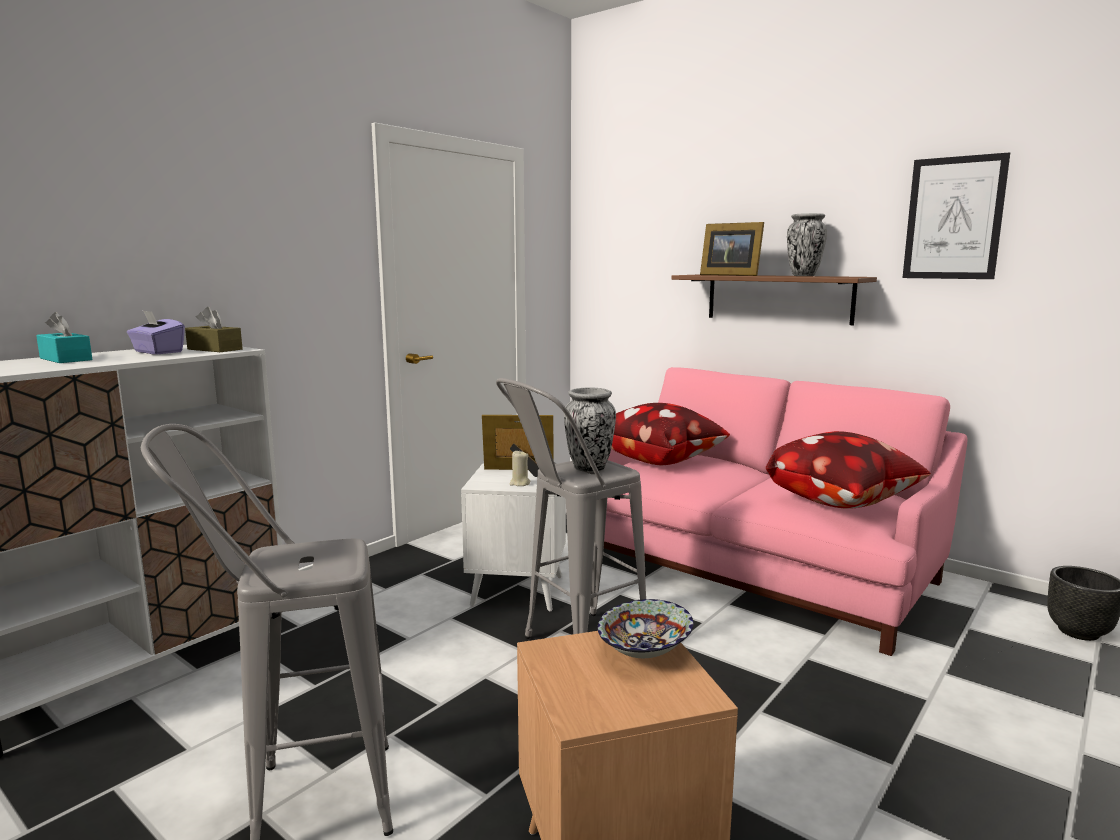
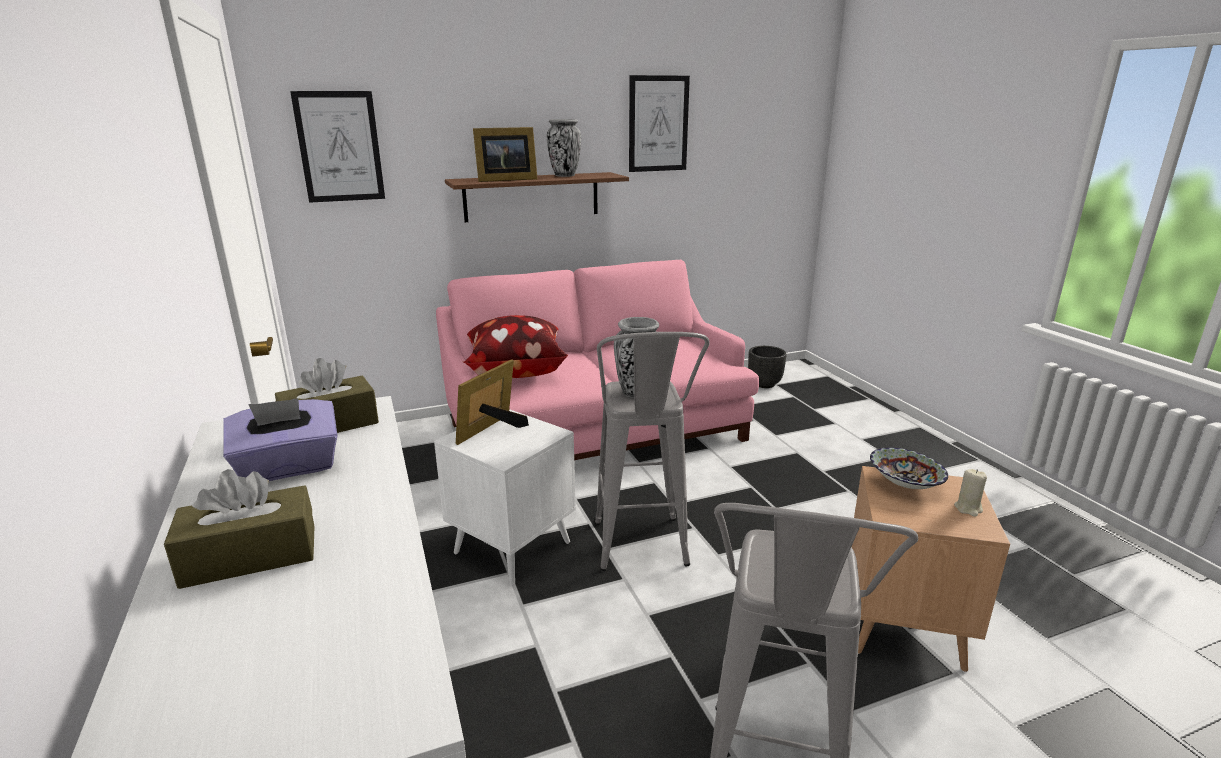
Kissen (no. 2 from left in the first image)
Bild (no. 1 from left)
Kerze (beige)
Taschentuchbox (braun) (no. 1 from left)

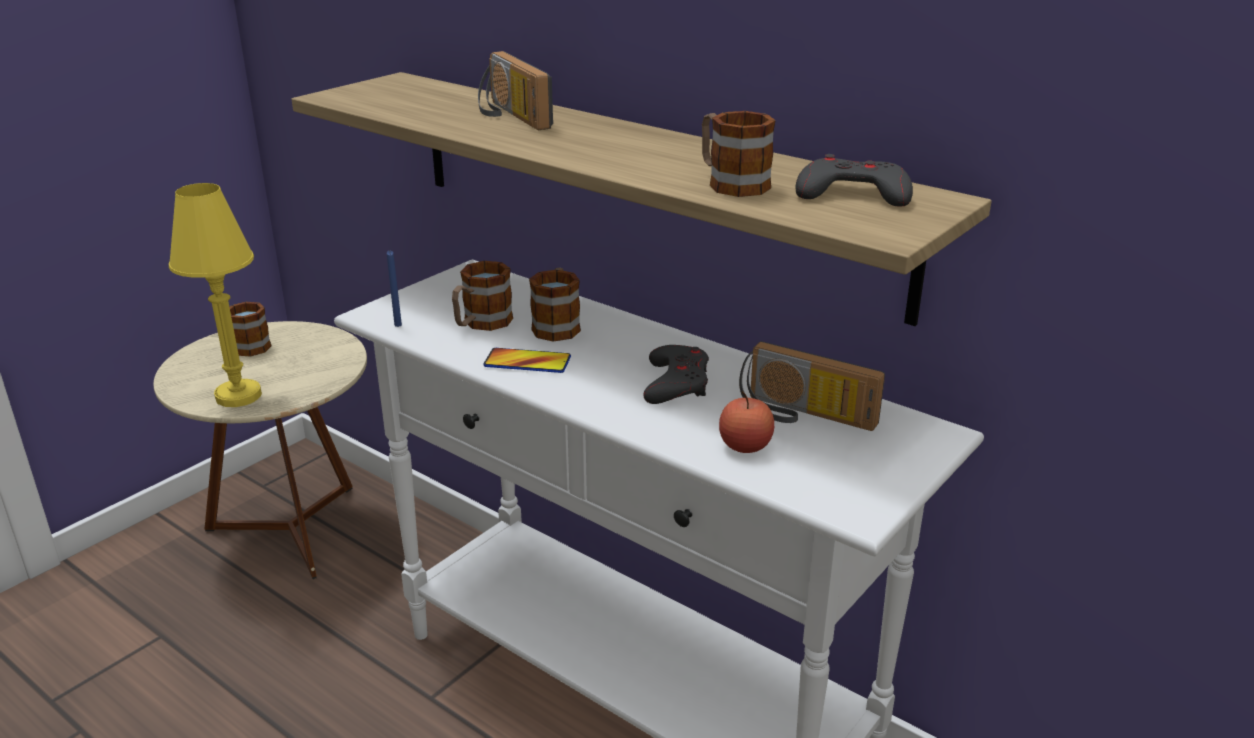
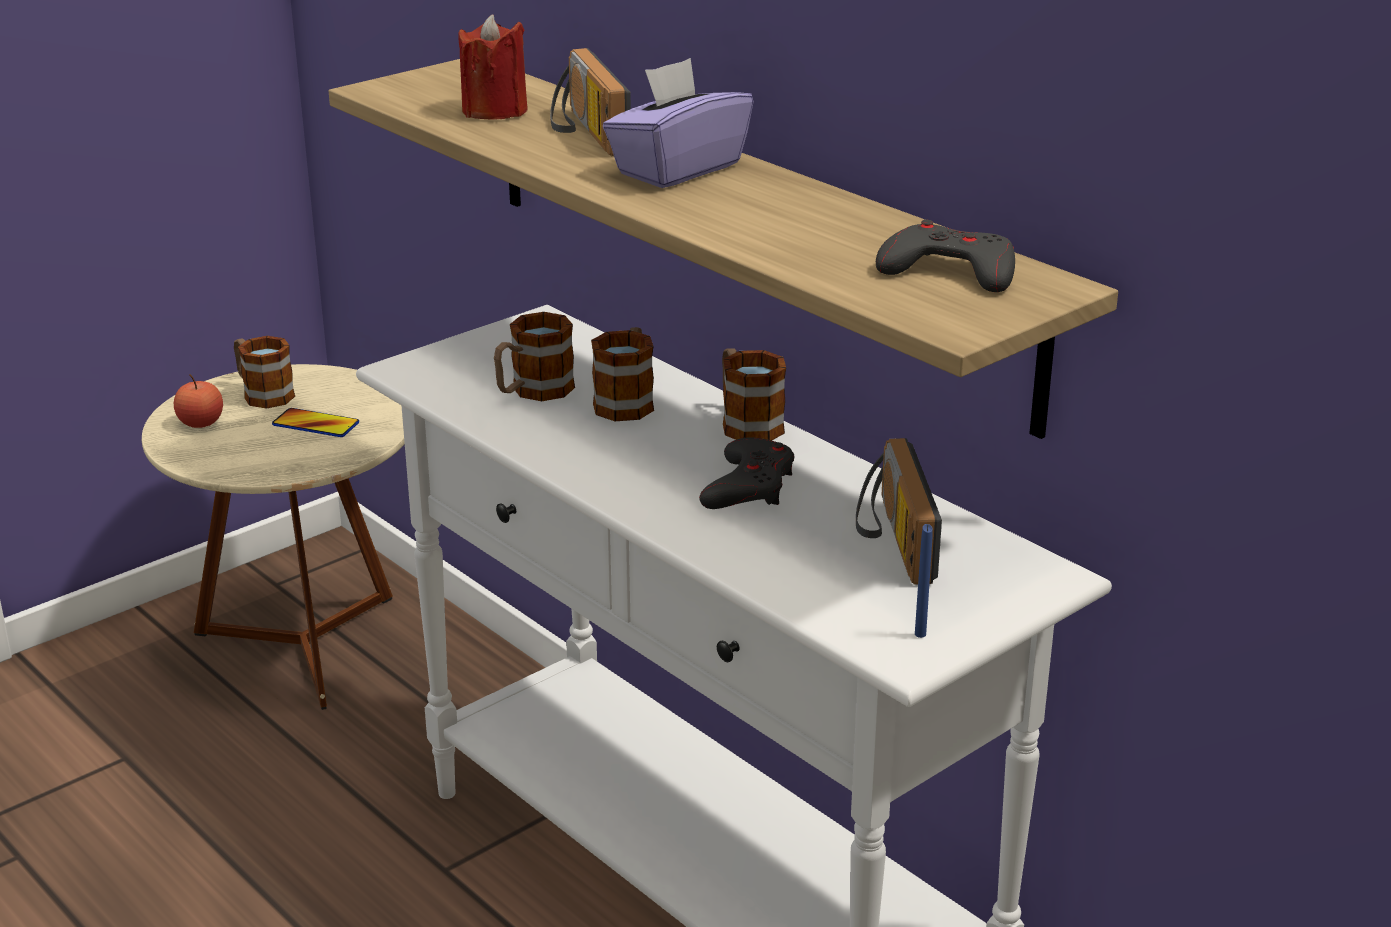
Tischlampe (gelb)
Kerze (rot)
Taschentuchbox (lila)
Kerze (blau)
Handy
Henkelbecher (no. 4 from left)
Apfel
Radio (no. 2 from left)

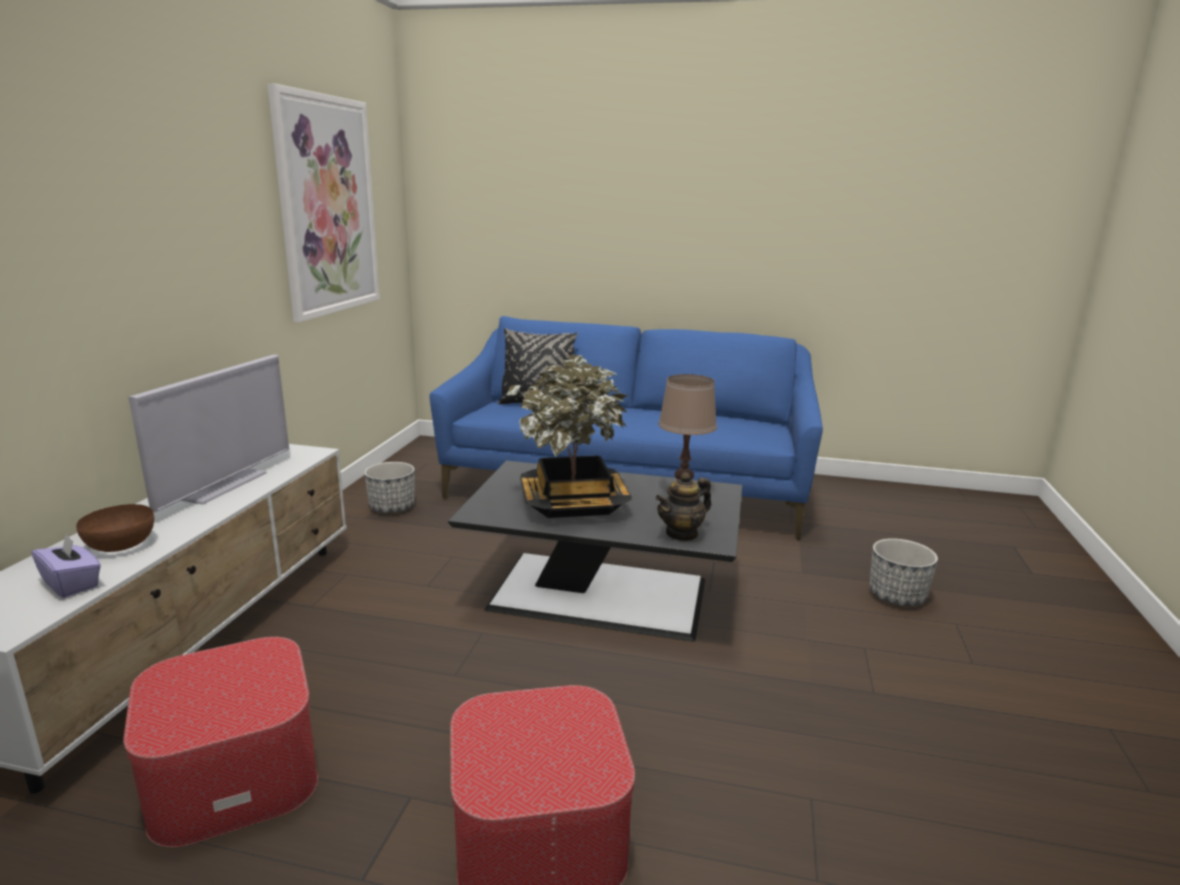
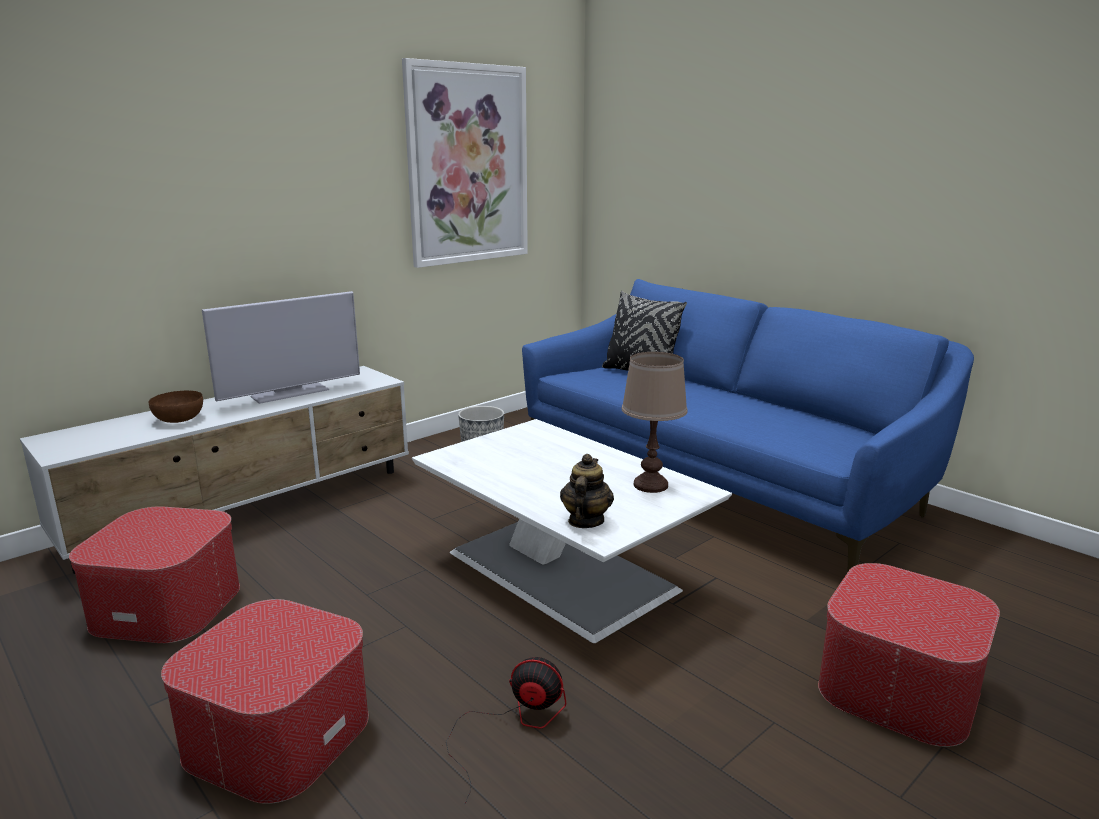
Taschentuchbox (lila)
Topfpflanze
Ventilator
Polsterhocker (no. 3 from left)
Couchtisch (weiß)
Teekanne

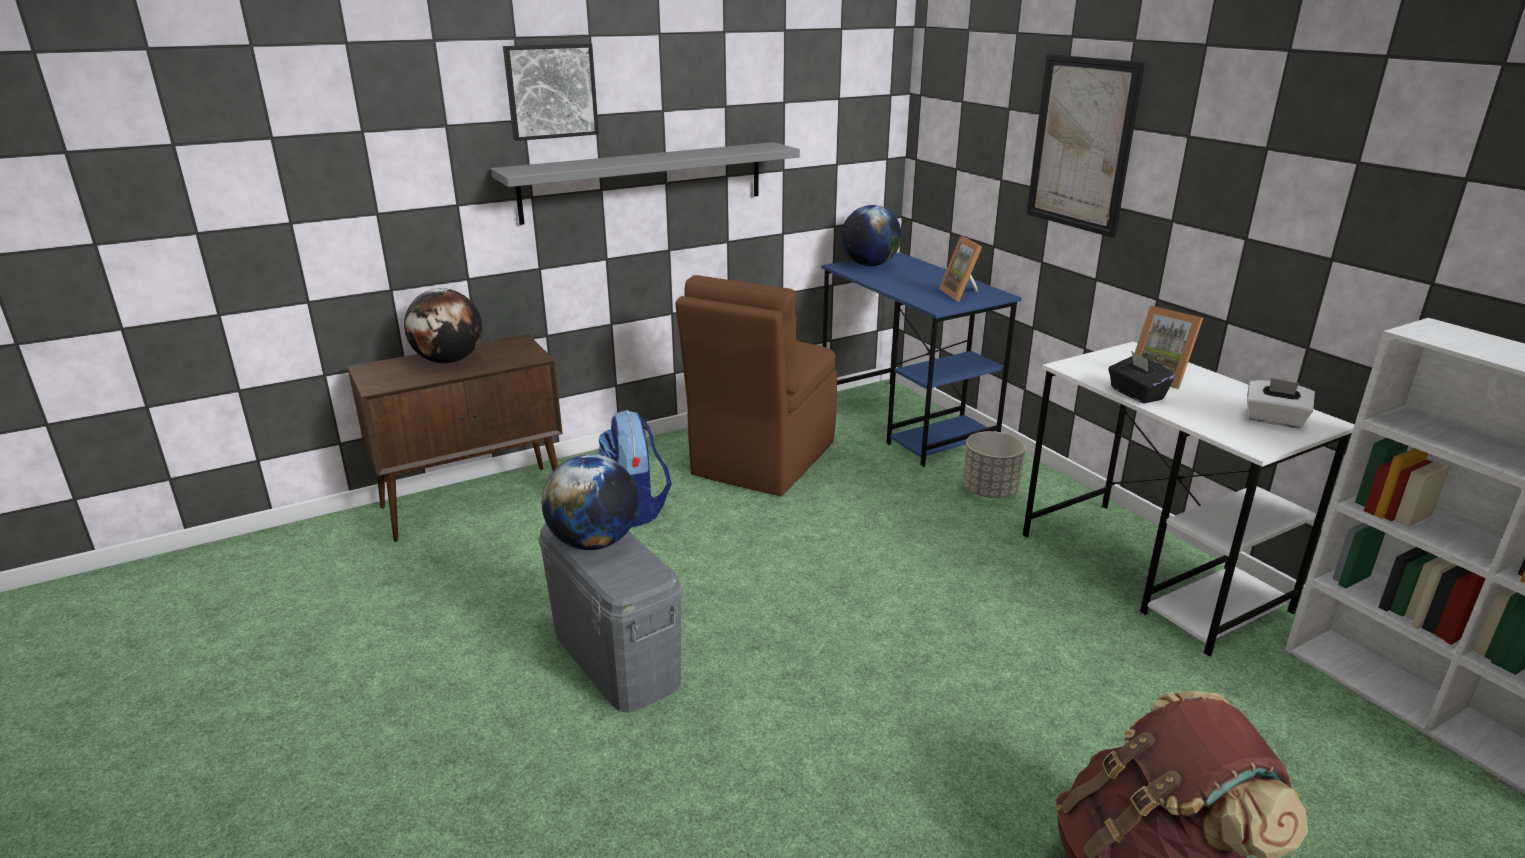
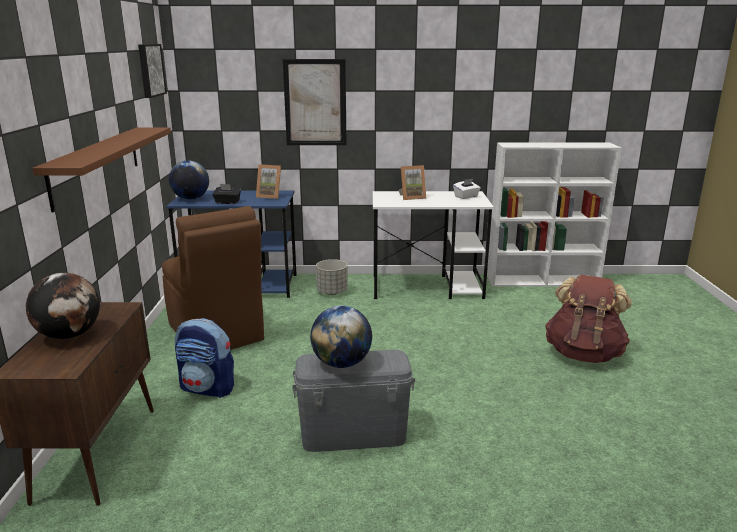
Bild (no. 1 from left)
Taschentuchbox (schwarz)
Wandregal (braun)

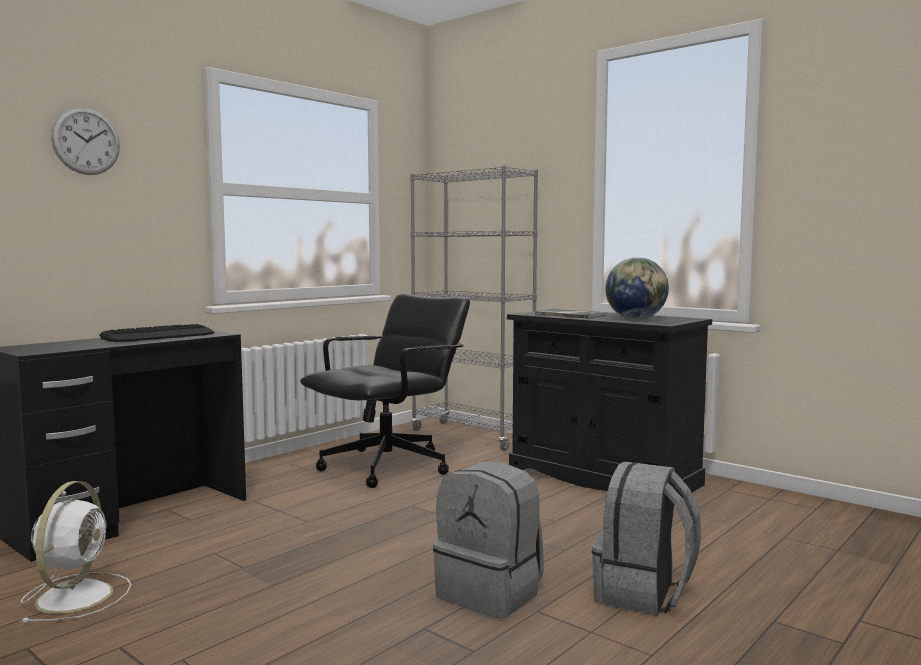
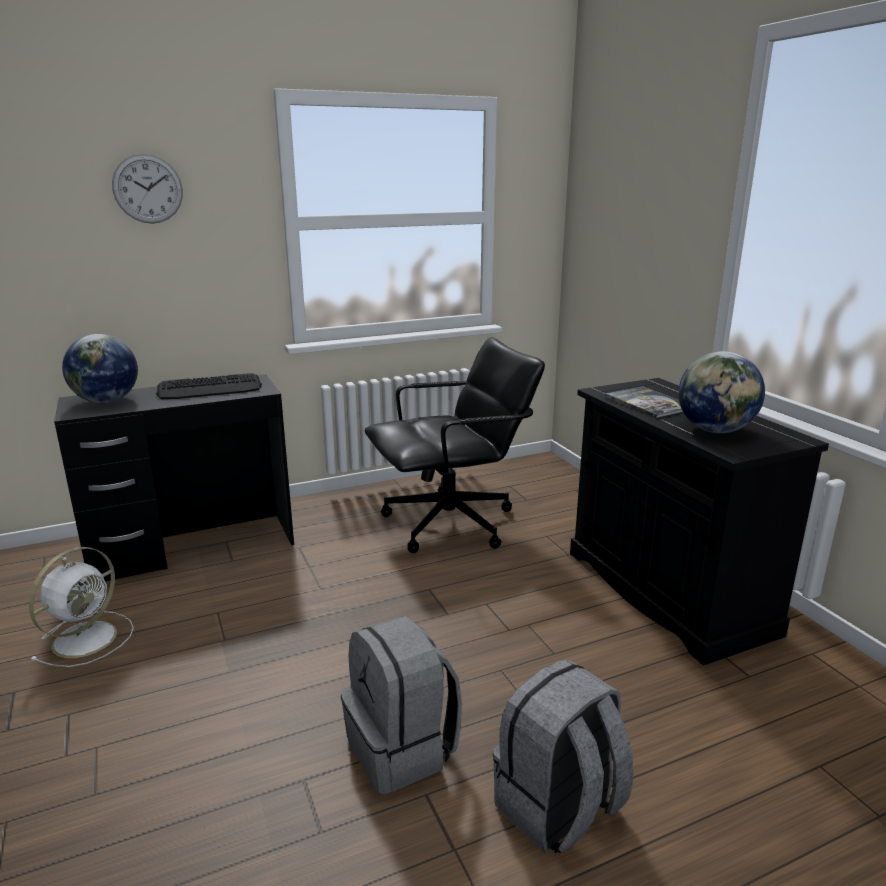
Bücherregal (grau)
Globus (no. 1 from left)

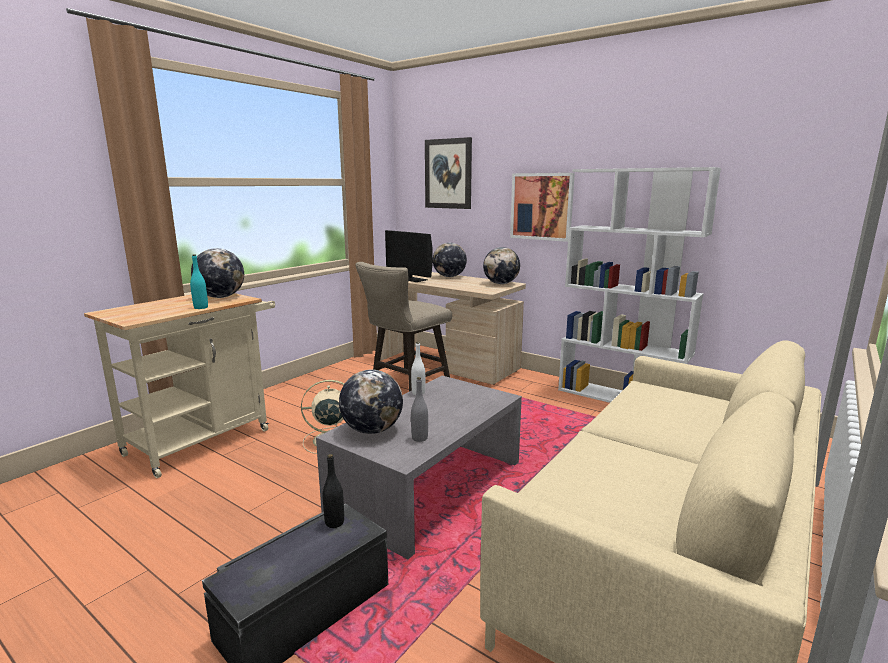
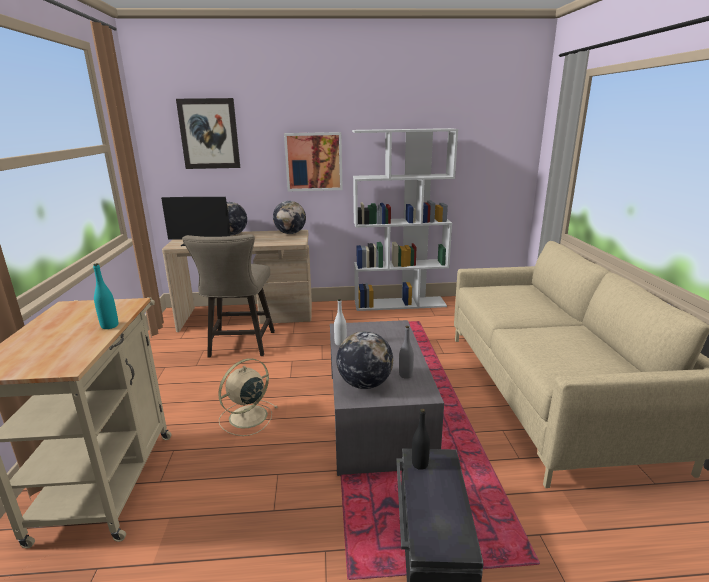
Globus (no. 1 from left in the first image)

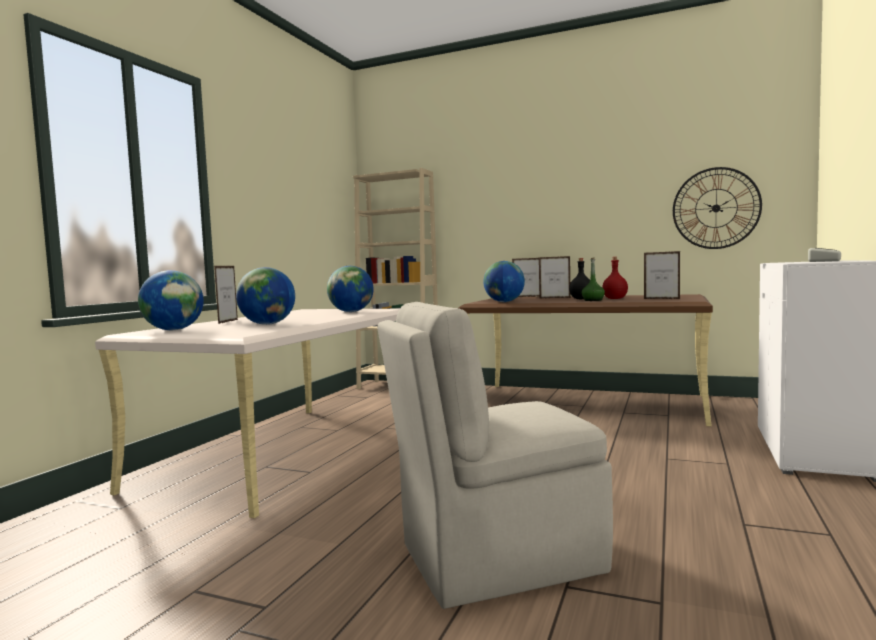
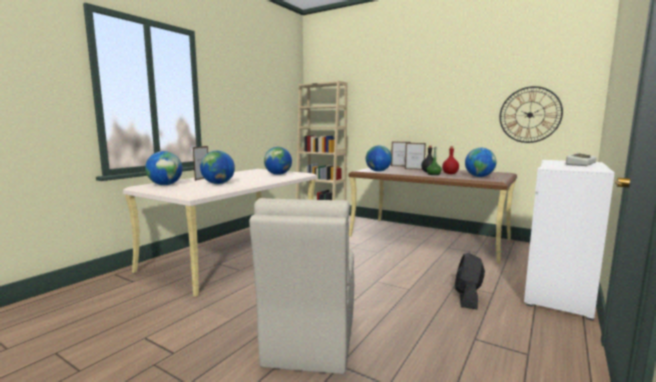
Ventilator (schwarz)
Globus (no. 5 from left)
Stuhl (beige)

